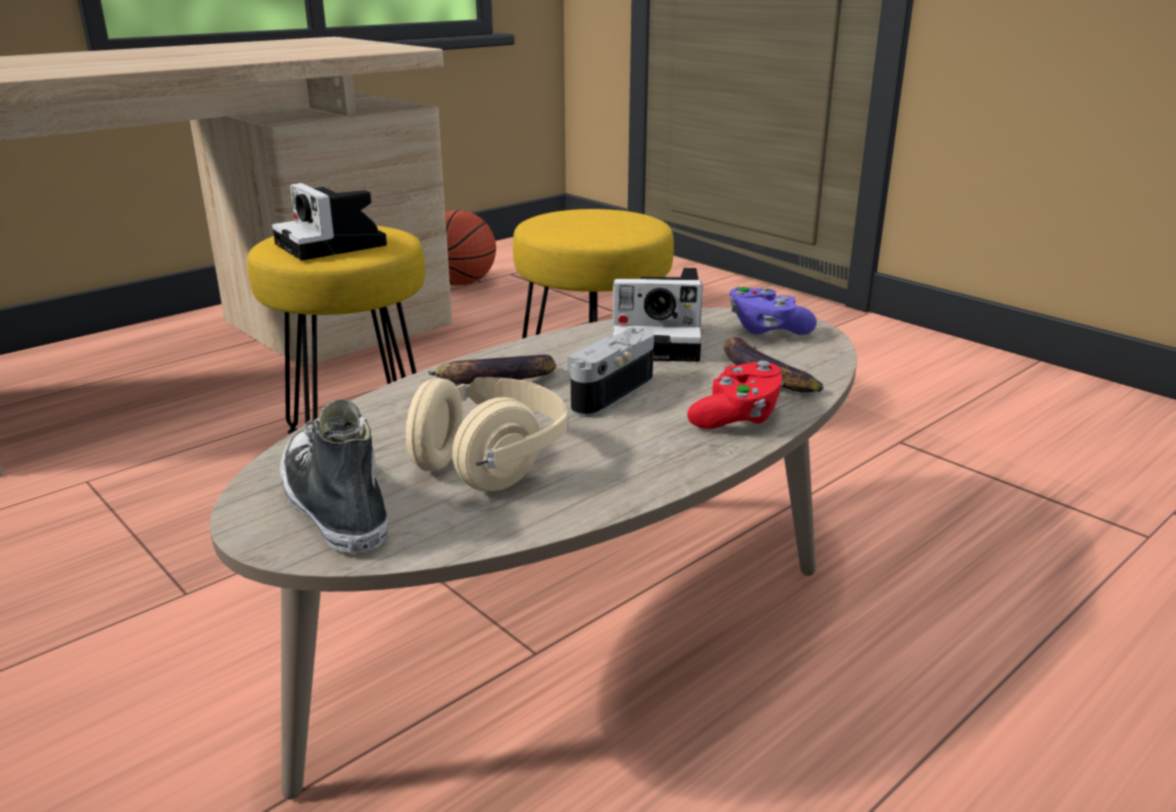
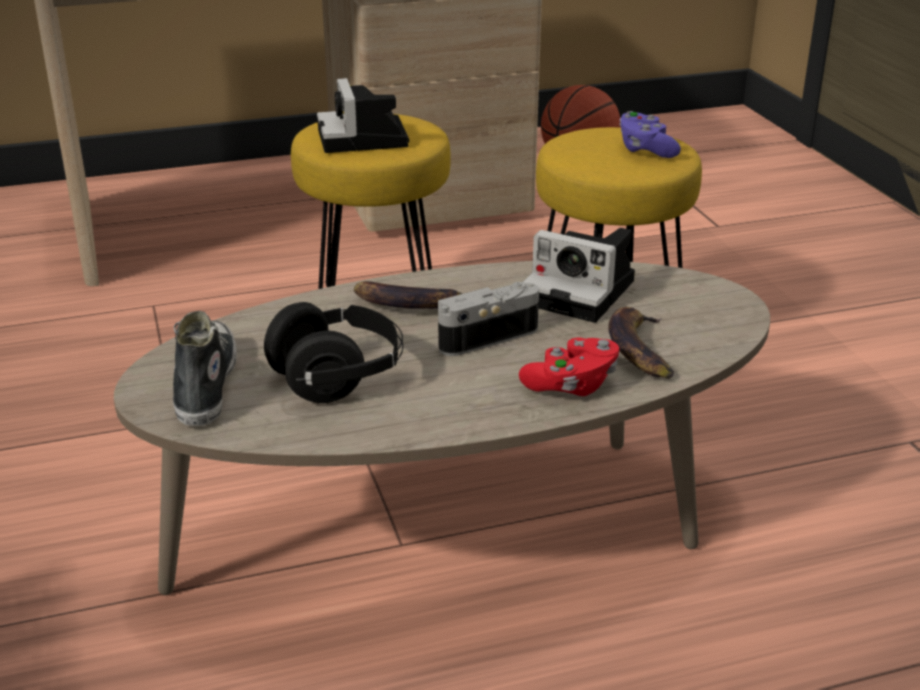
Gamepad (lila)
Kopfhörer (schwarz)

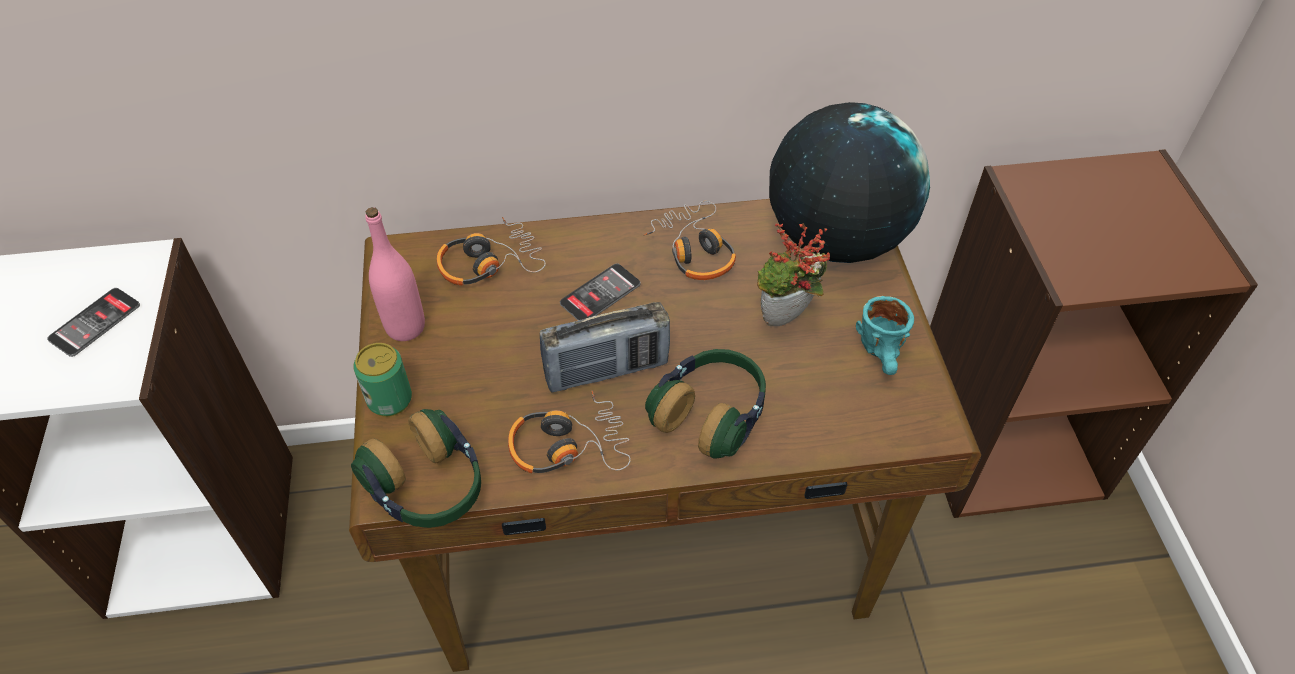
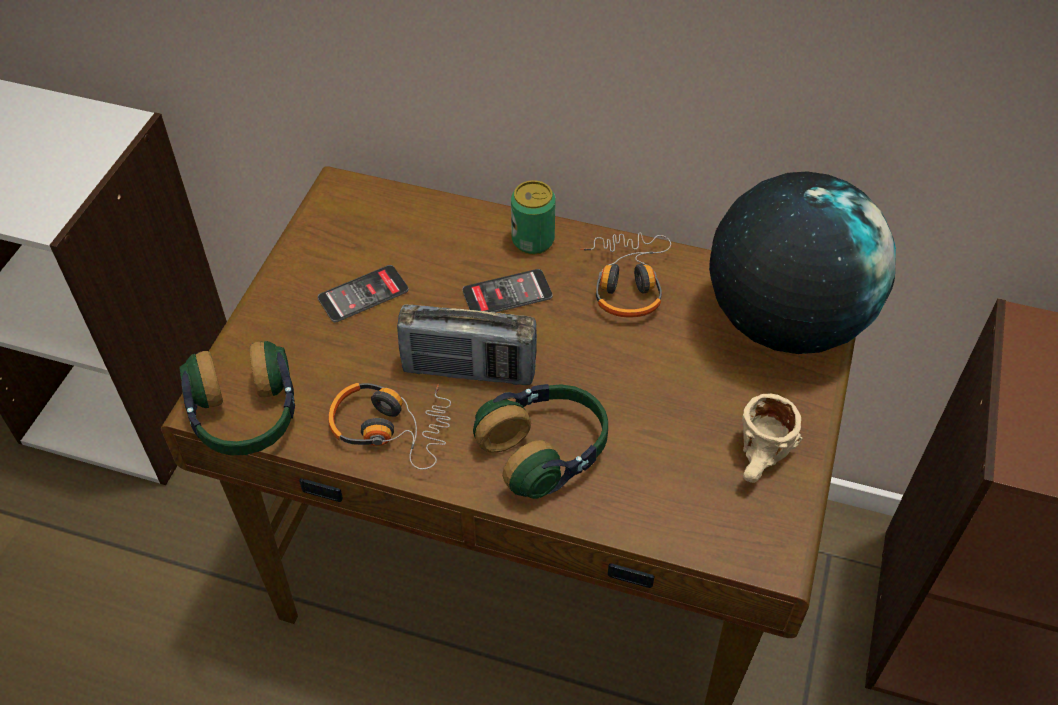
Flasche (rosa)
Kopfhörer (no. 2 from left in the first image)
Topfpflanze
Handy (no. 1 from left)
Dose
Henkelbecher (beige)

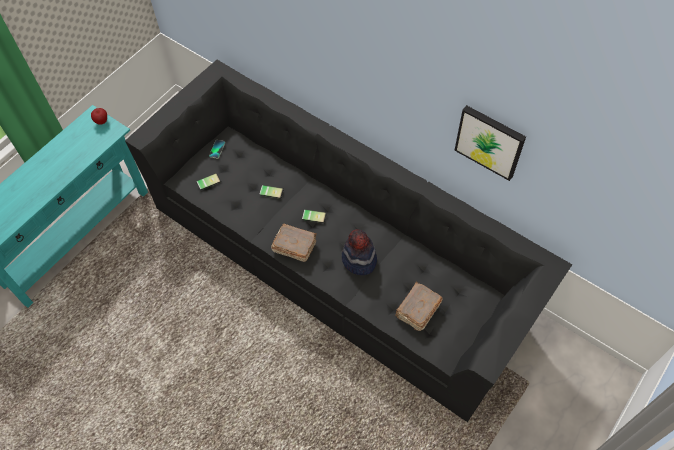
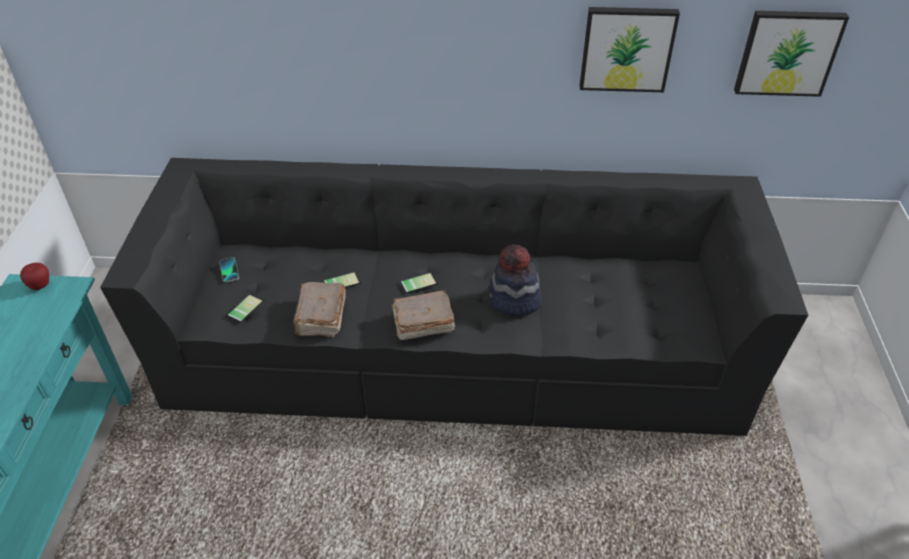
Bild (no. 2 from left)
Buch (braun) (no. 1 from left)

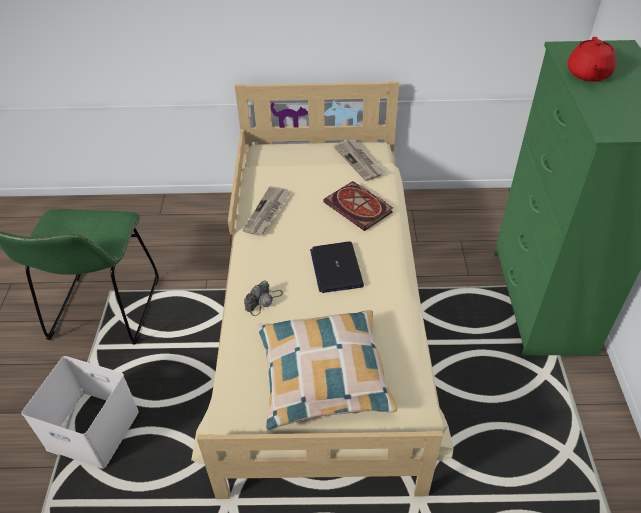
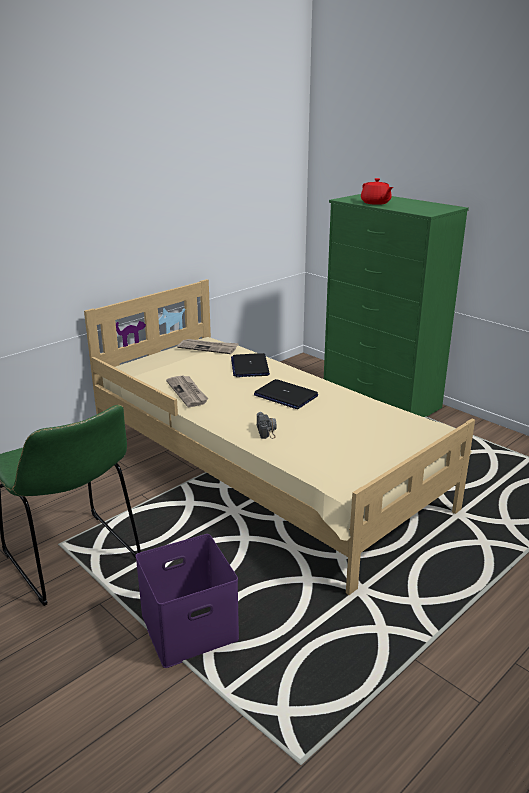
Kissen
Laptop (no. 1 from left)
Aufbewahrungsbox (lila)

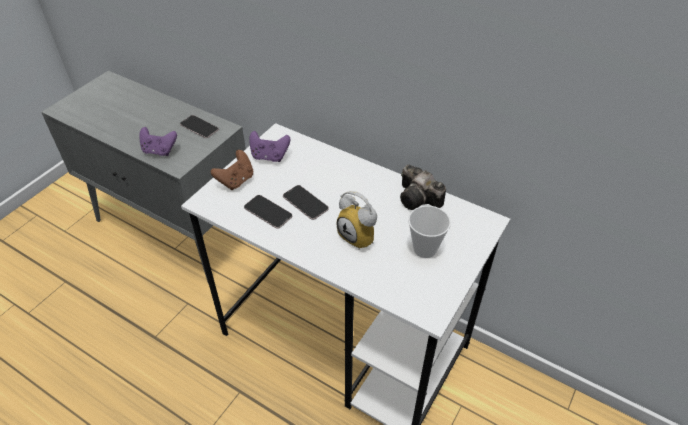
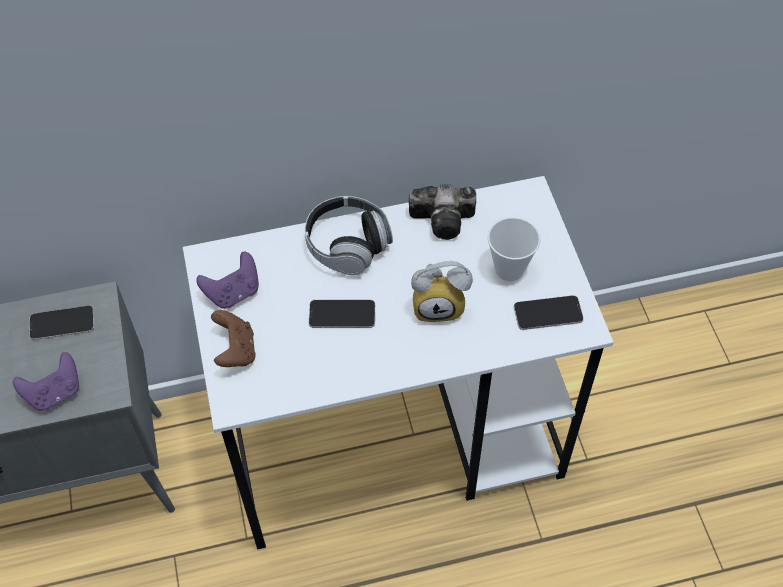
Kopfhörer
Handy (no. 3 from left)

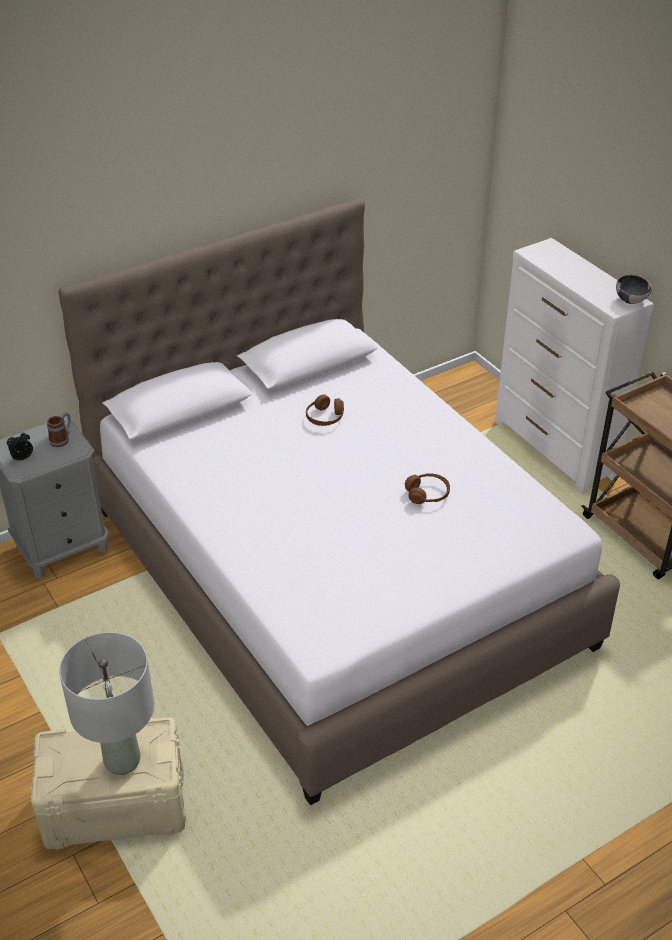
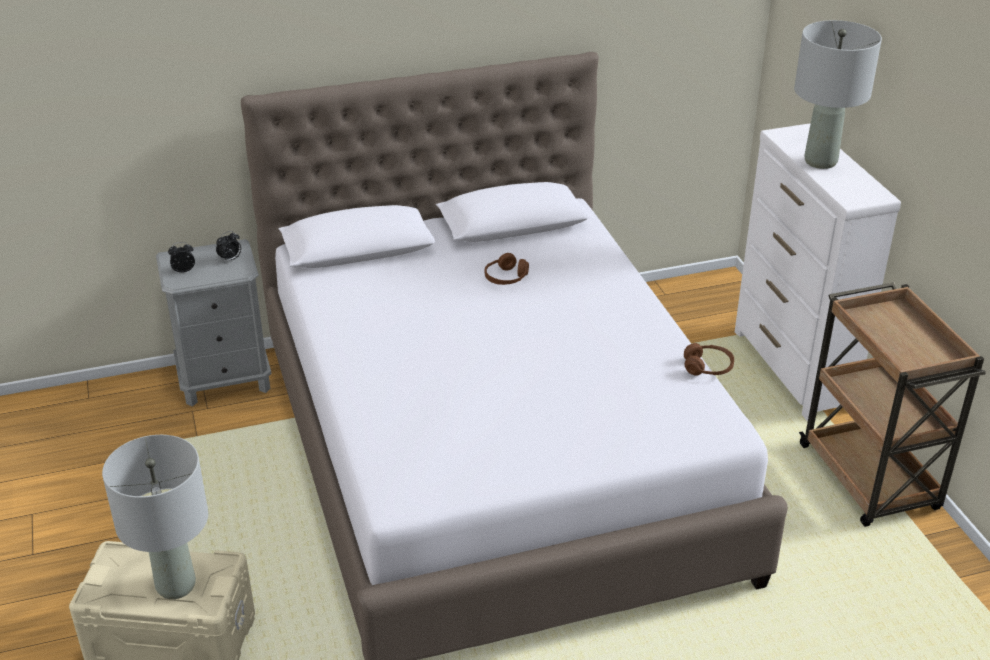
Schüssel
Tischlampe (grau) (no. 2 from left)
Kopfhörer (braun) (no. 2 from left)
Wecker (no. 2 from left)

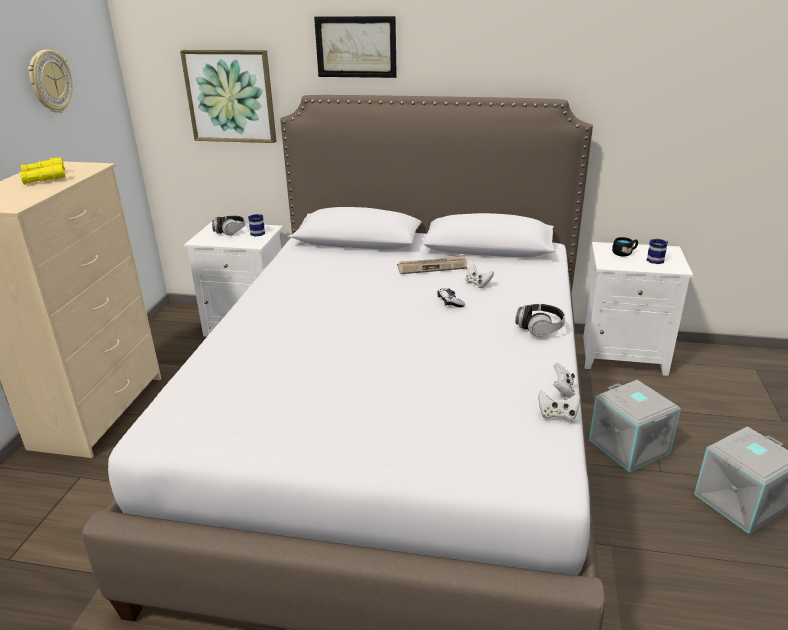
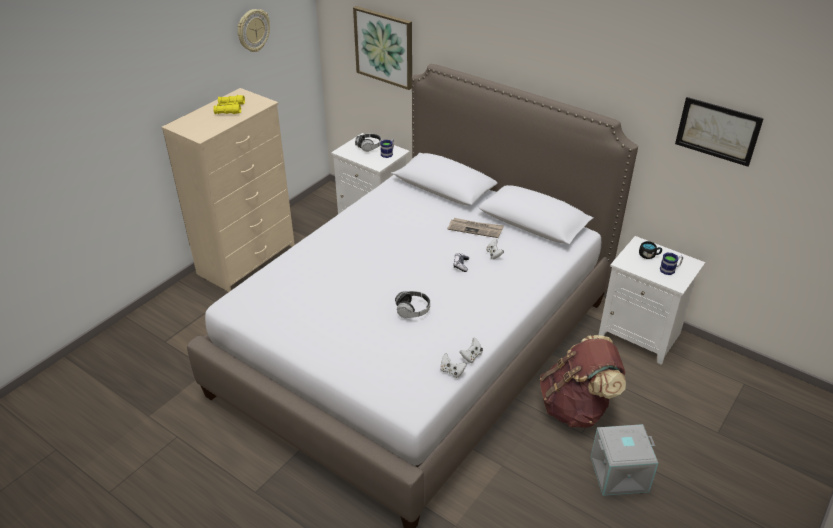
Bild (no. 2 from left)
Kopfhörer (no. 2 from left)
Rucksack (braun)

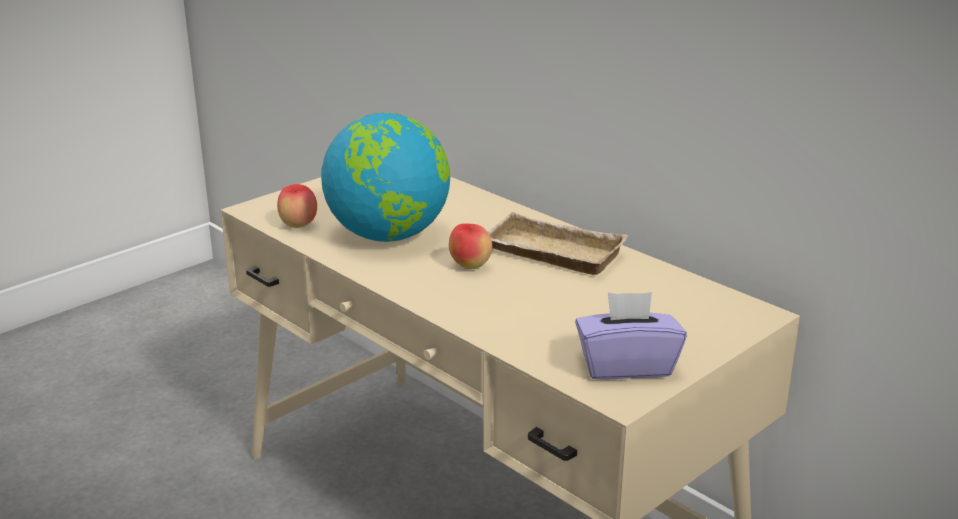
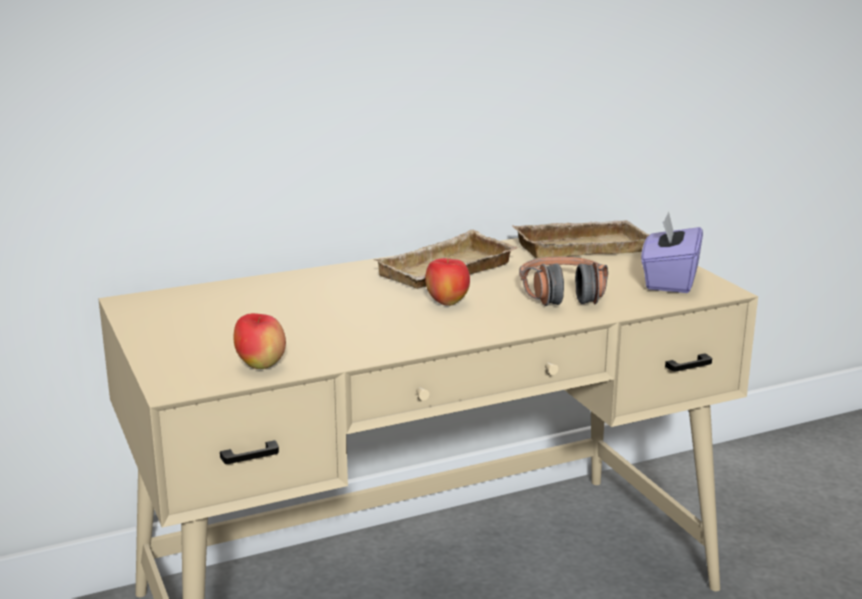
Globus
Tablett (beige) (no. 2 from left)
Kopfhörer

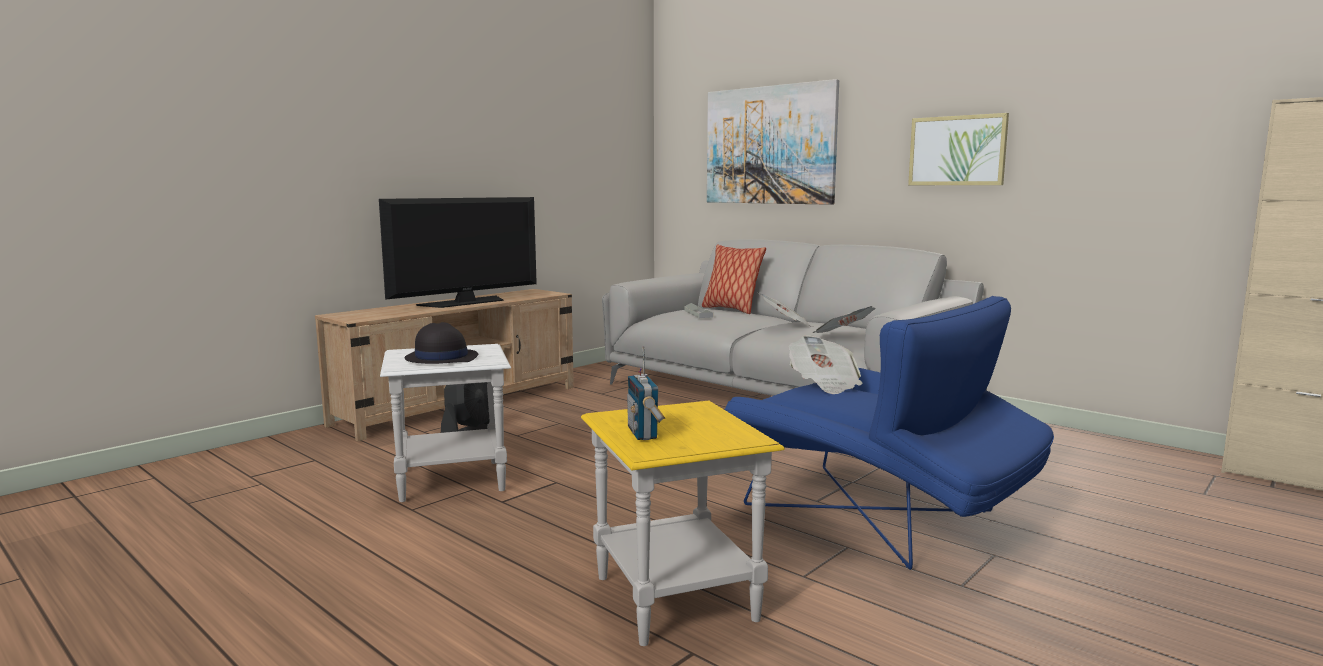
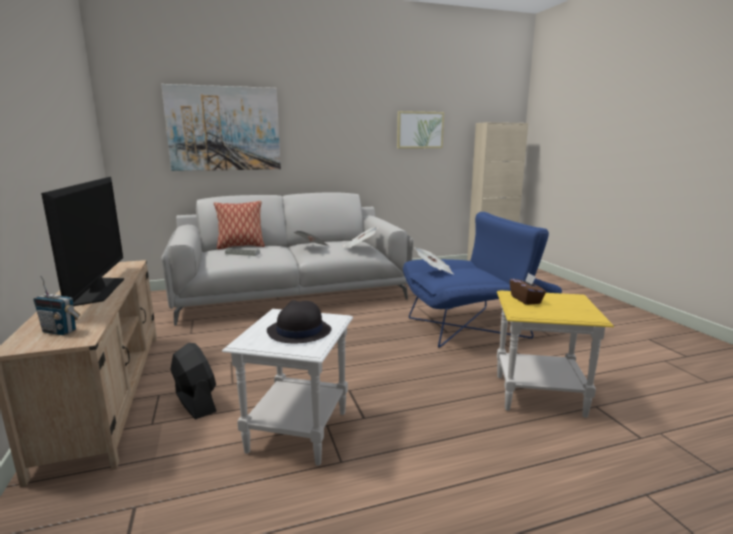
Taschentuchbox (braun)
Radio
Bild (no. 2 from left)

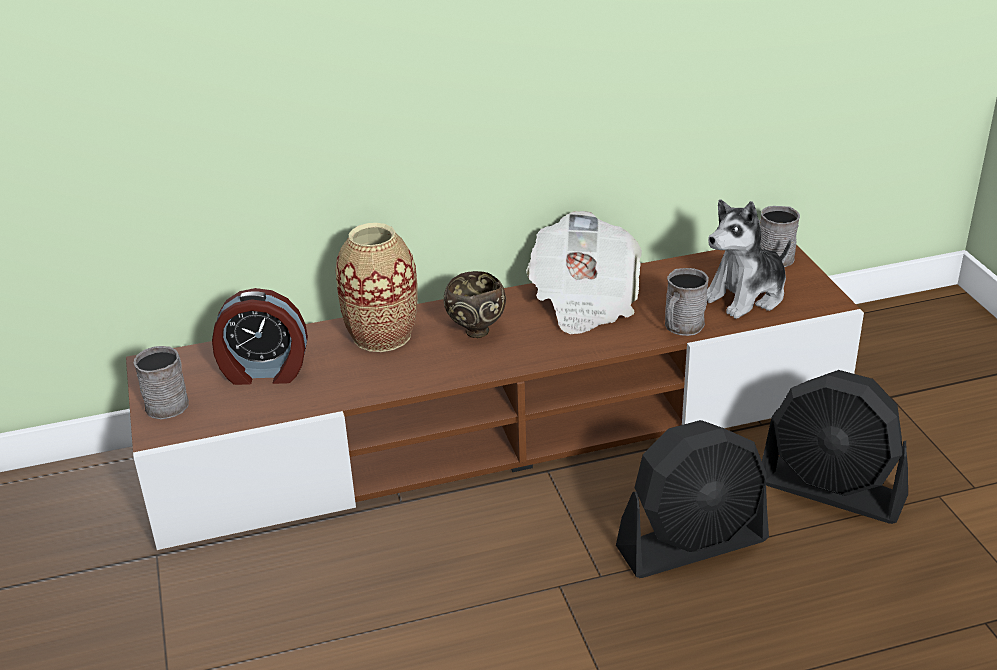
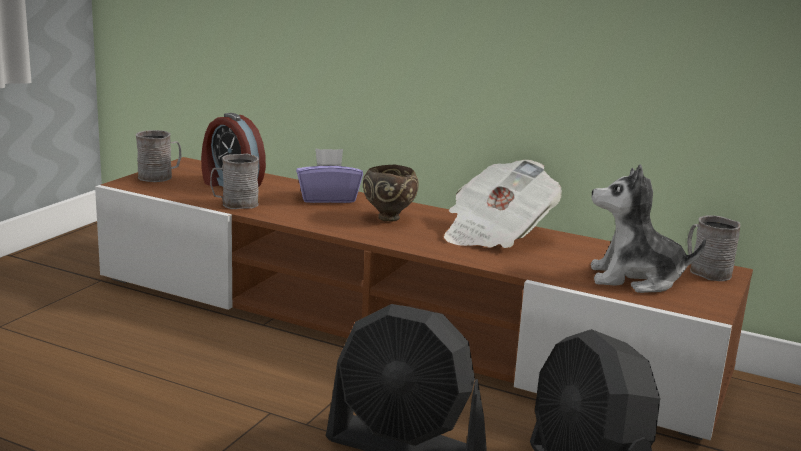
Henkelbecher (grau) (no. 2 from left)
Taschentuchbox (lila)

